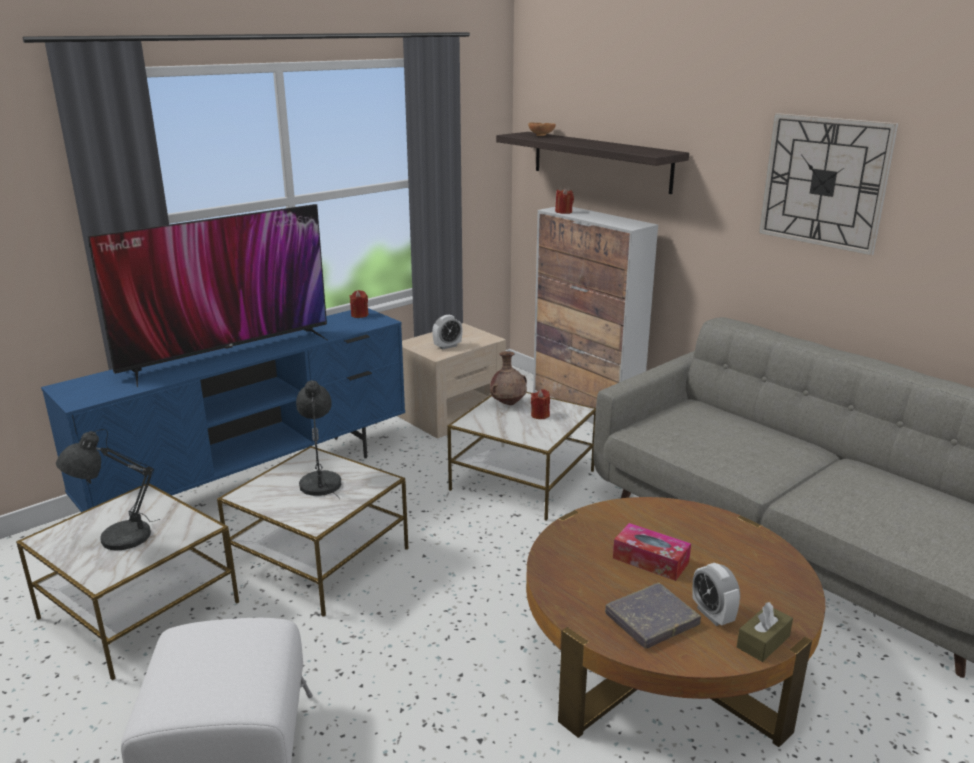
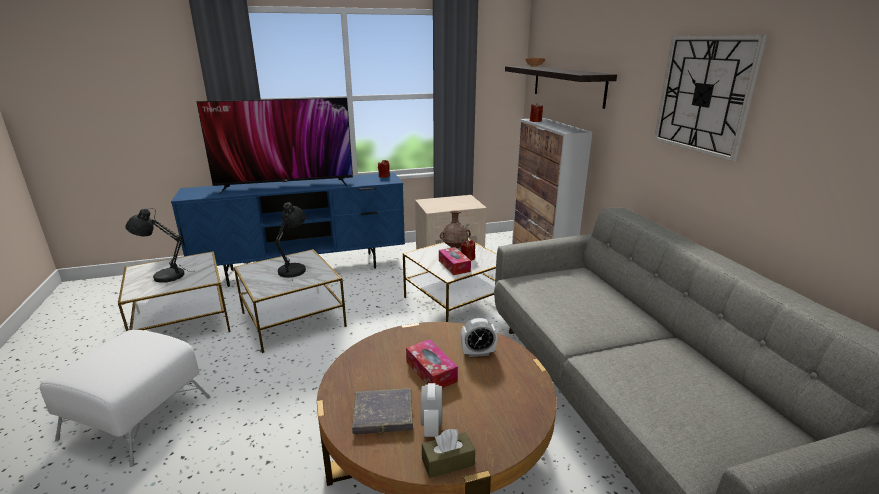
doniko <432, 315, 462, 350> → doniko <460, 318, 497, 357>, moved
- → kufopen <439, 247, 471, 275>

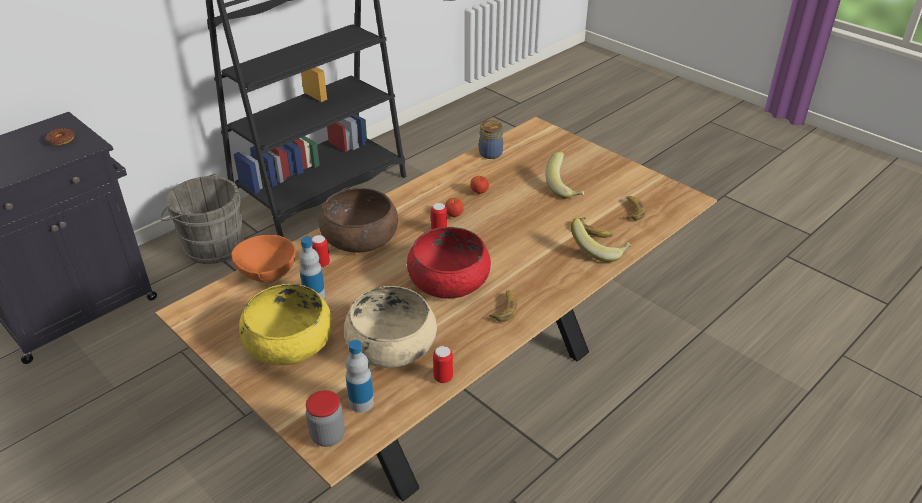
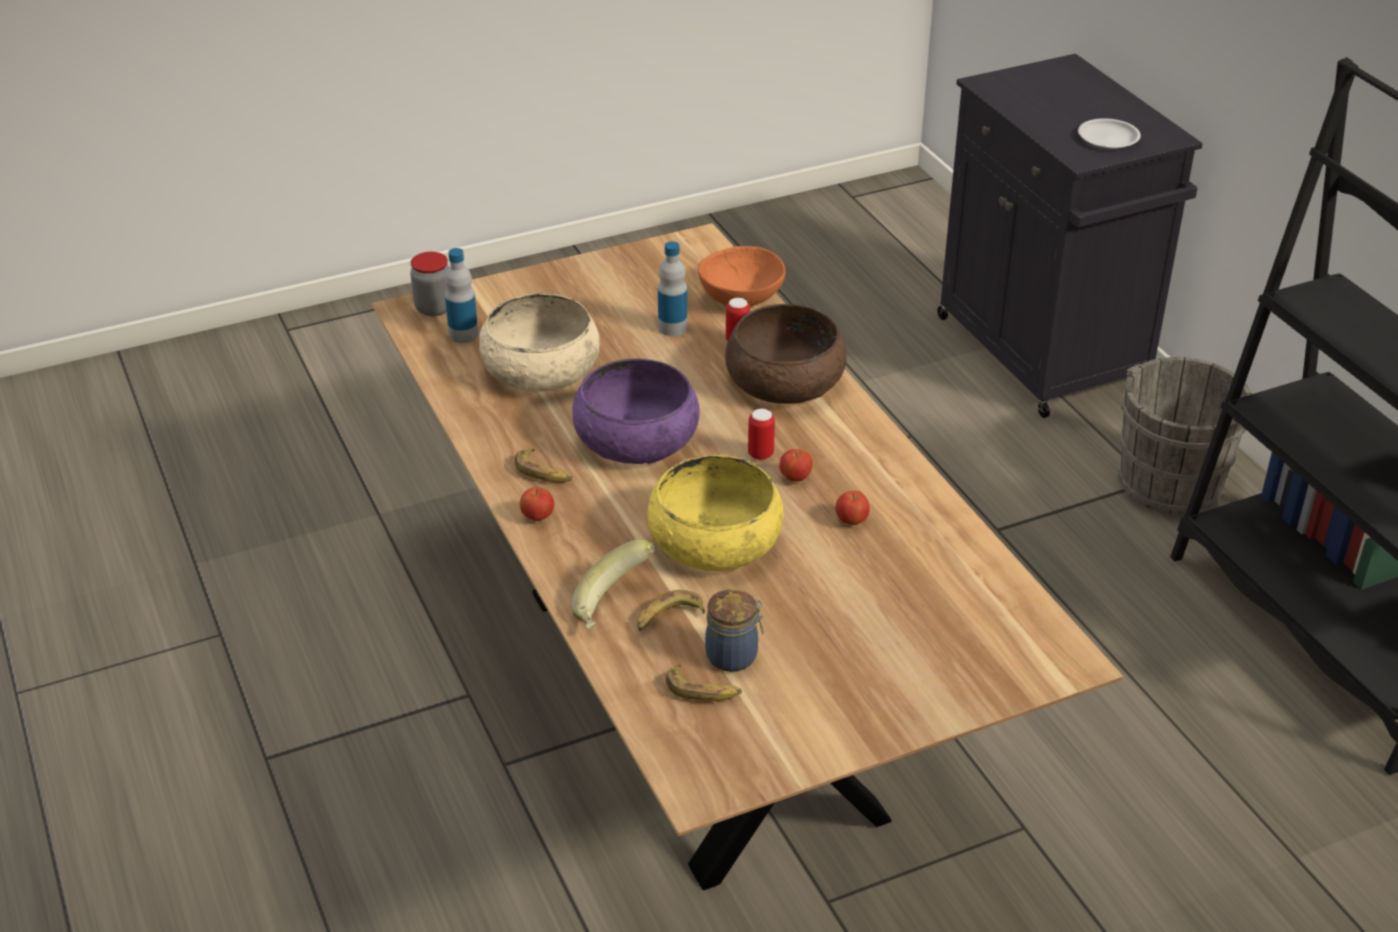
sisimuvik <45, 128, 74, 145> → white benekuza <1078, 118, 1141, 149>
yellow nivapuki <239, 284, 333, 365> → yellow nivapuki <647, 455, 784, 571>, moved
red nivapuki <407, 227, 491, 298> → purple nivapuki <572, 358, 700, 464>
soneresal <433, 346, 453, 383> → -
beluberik <479, 120, 503, 159> → beluberik <705, 589, 764, 672>, moved
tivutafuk <545, 151, 584, 199> → -
- → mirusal <520, 487, 554, 521>

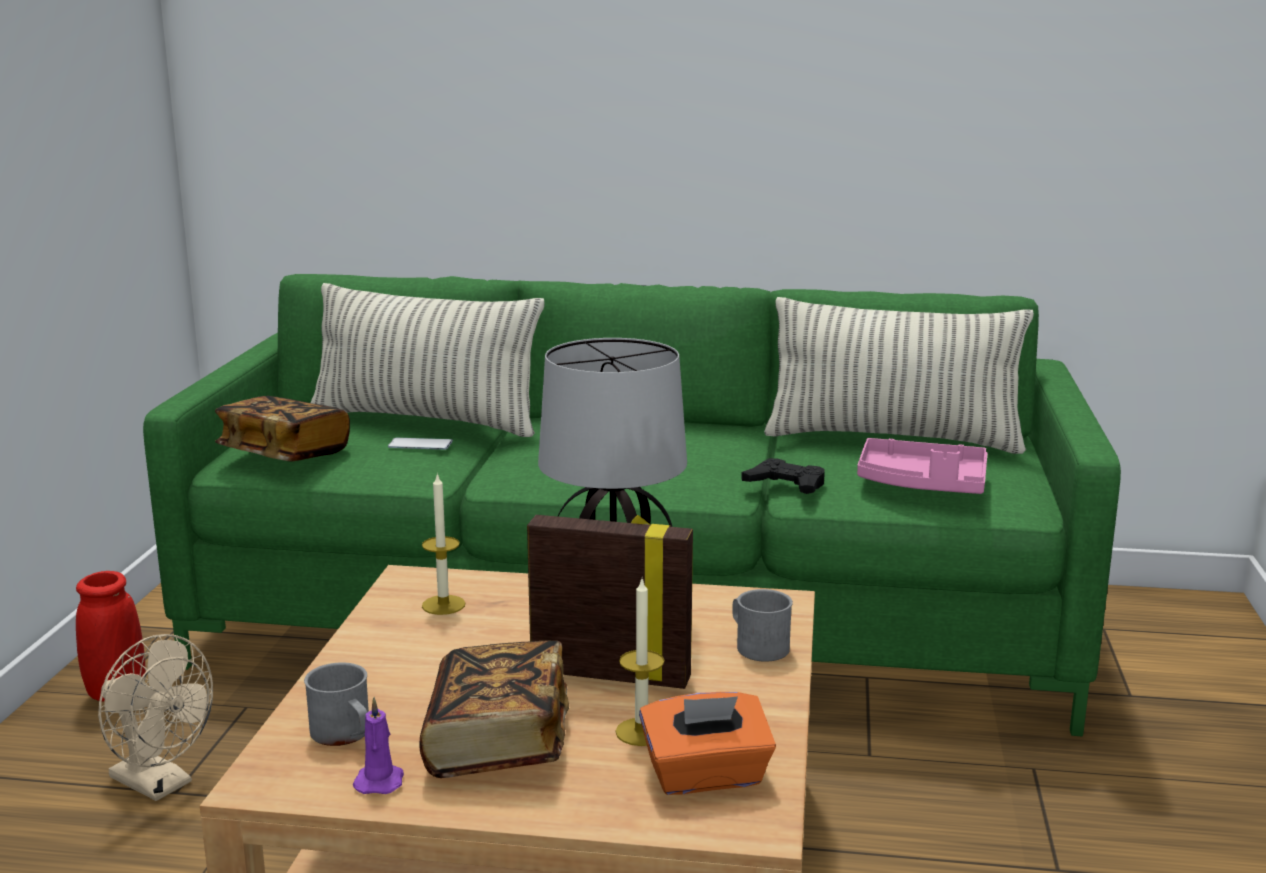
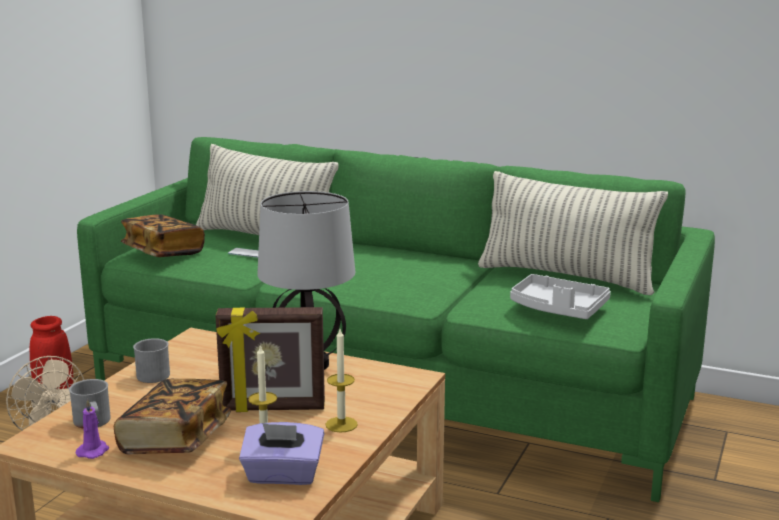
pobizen <422, 472, 465, 615> → pobizen <325, 329, 358, 433>, moved
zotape <527, 515, 693, 689> → zotape <215, 307, 325, 412>, 150 degrees clockwise
orange kufopen <639, 692, 776, 795> → purple kufopen <239, 422, 325, 485>
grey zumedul <732, 589, 793, 662> → grey zumedul <133, 338, 170, 383>, moved
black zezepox <741, 458, 825, 494> → -
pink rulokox <857, 438, 987, 494> → grey rulokox <510, 274, 611, 319>

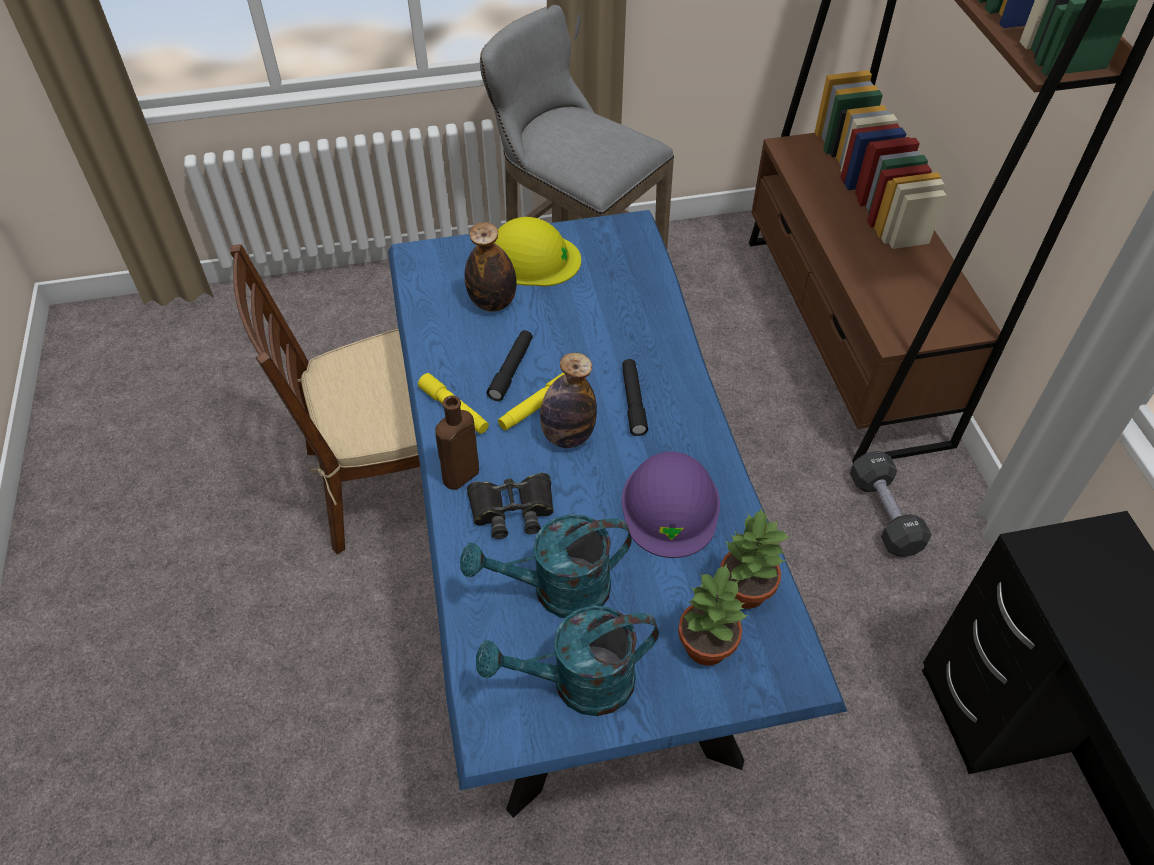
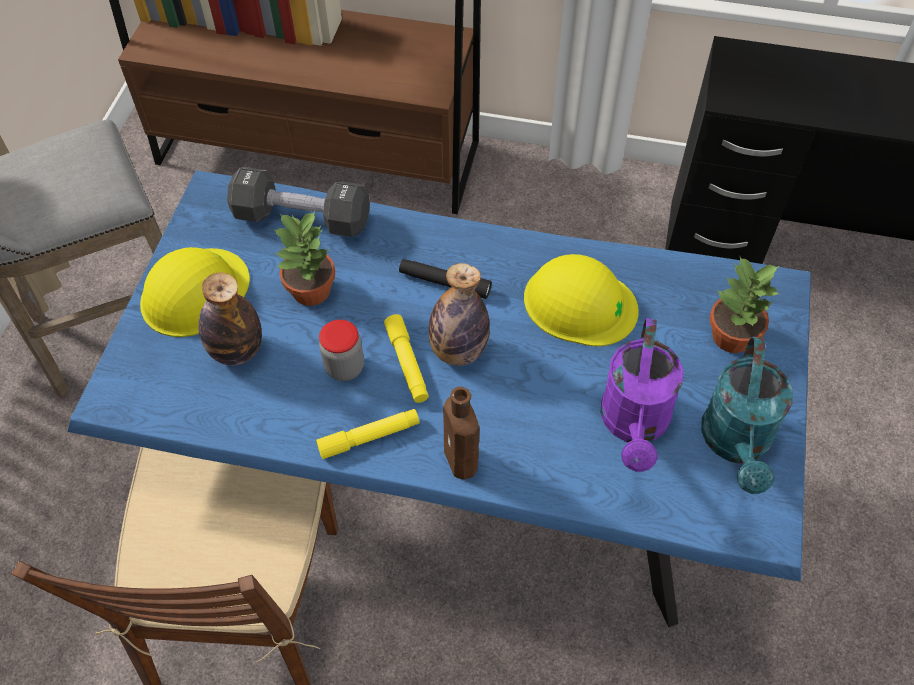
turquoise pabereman <460, 514, 632, 618> → purple pabereman <600, 318, 683, 472>
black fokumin <467, 473, 554, 539> → -
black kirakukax <487, 330, 533, 401> → beluberik <319, 320, 364, 381>
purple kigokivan <621, 452, 720, 558> → yellow kigokivan <524, 254, 639, 346>
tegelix <720, 507, 790, 609> → tegelix <273, 211, 335, 306>, moved
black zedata <850, 451, 932, 557> → black zedata <227, 167, 370, 237>, moved

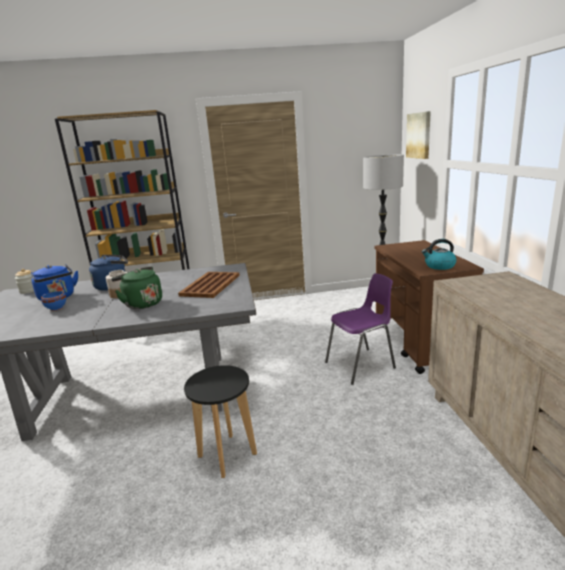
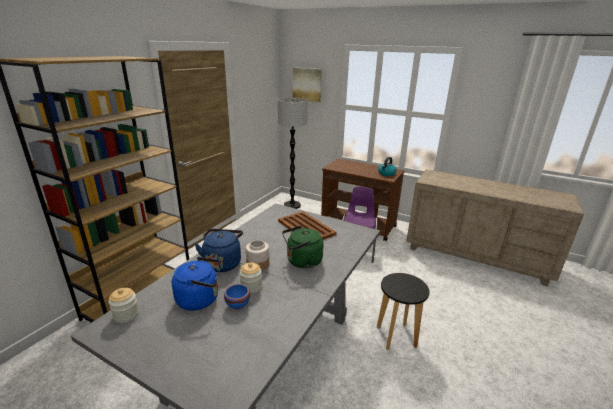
- → beluberik <240, 263, 262, 294>

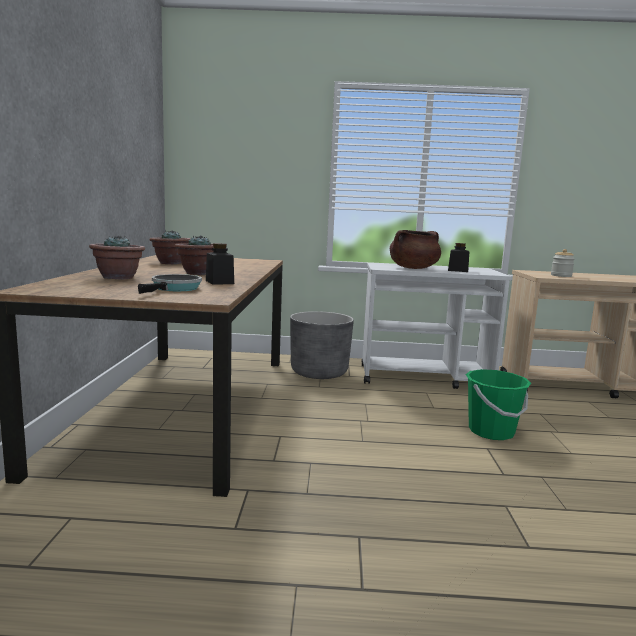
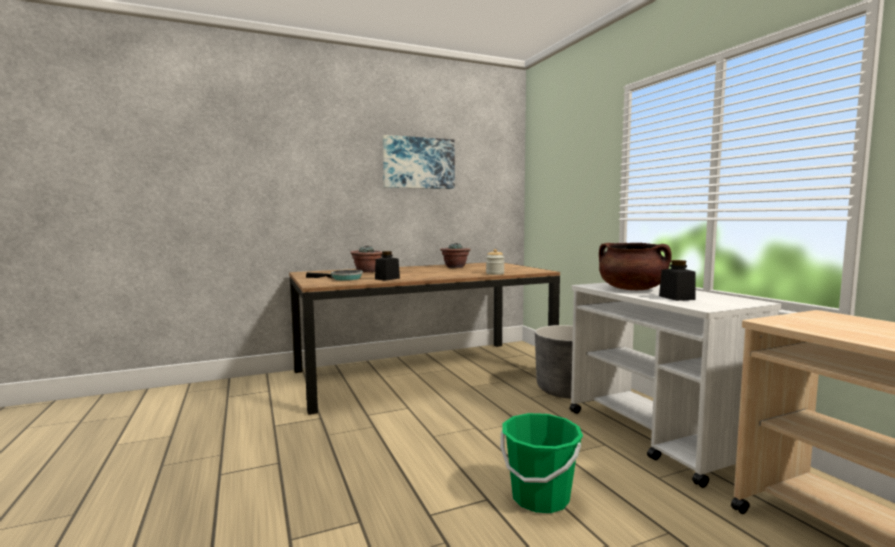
tegelix <175, 235, 214, 275> → -
beluberik <551, 249, 575, 277> → beluberik <486, 249, 505, 275>, moved
- → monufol <383, 135, 455, 189>

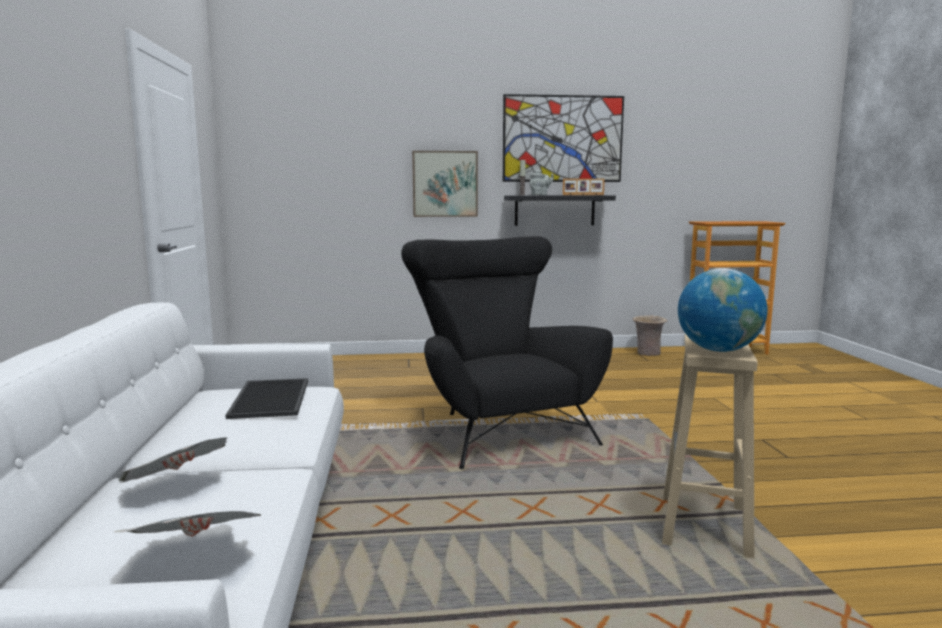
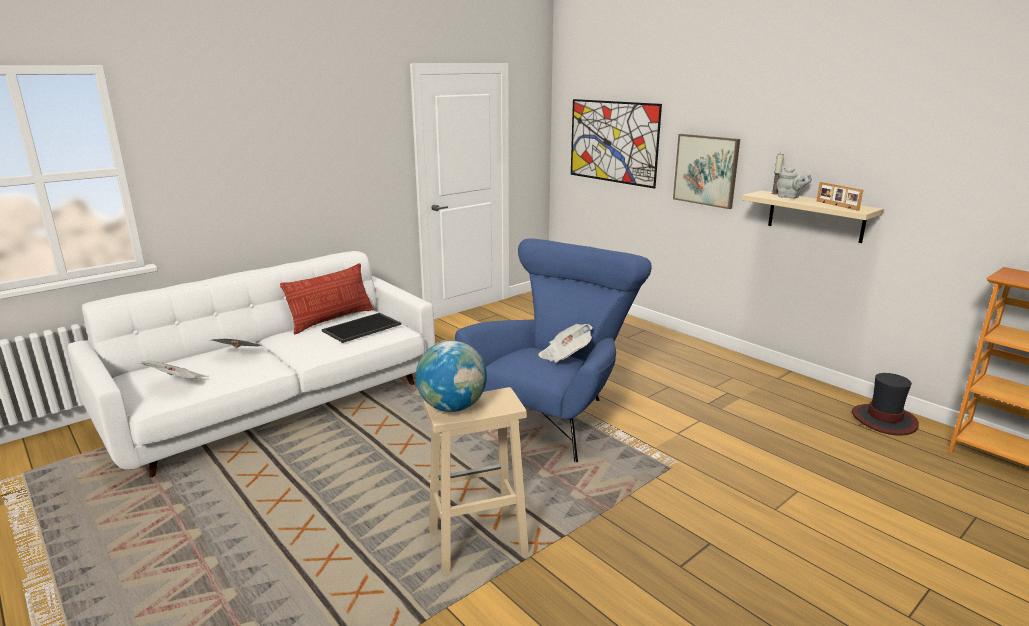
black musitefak <401, 236, 613, 469> → blue musitefak <455, 238, 652, 462>
monufol <503, 94, 624, 182> → monufol <571, 99, 662, 189>, moved
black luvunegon <504, 195, 616, 226> → beige luvunegon <742, 191, 884, 243>
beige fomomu <633, 315, 667, 356> → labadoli <852, 373, 919, 436>
- → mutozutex <280, 263, 374, 334>
- → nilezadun <539, 324, 593, 363>

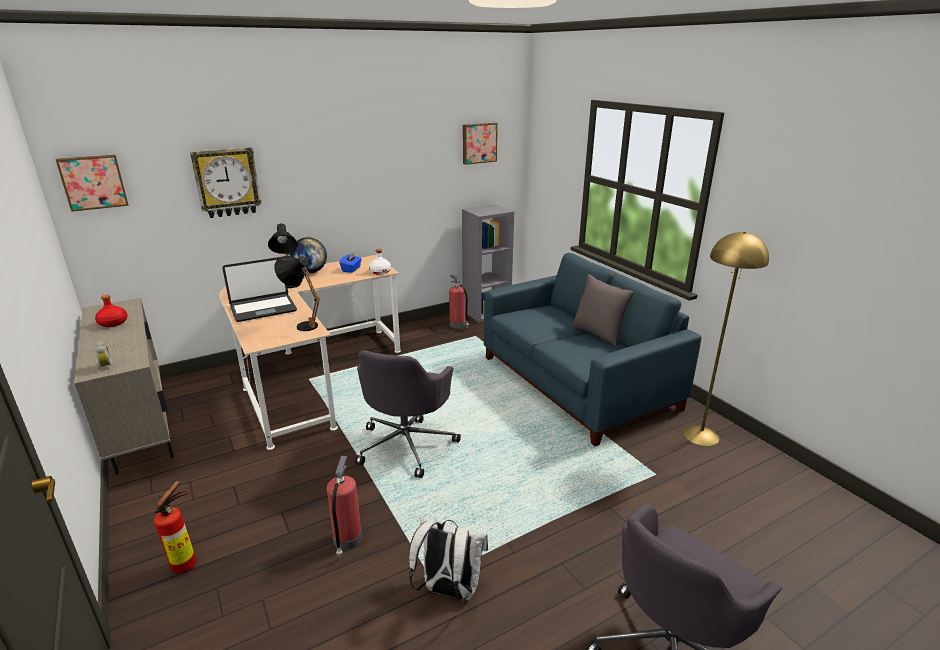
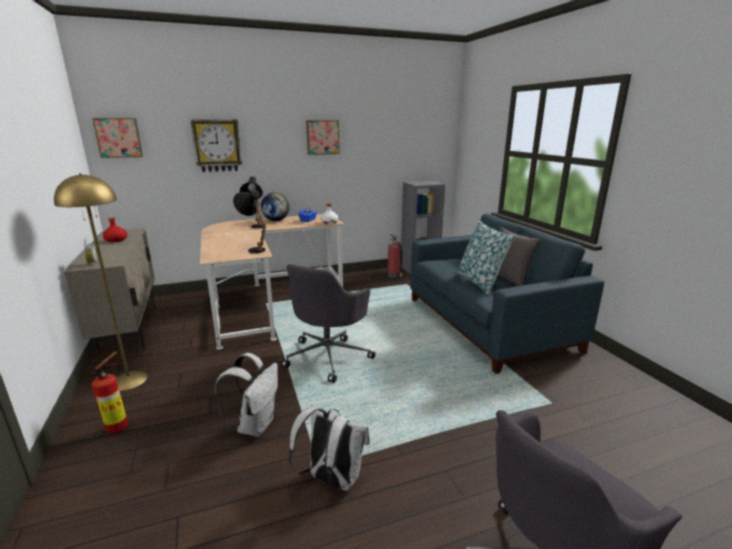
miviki <222, 257, 297, 322> → -
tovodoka <327, 456, 362, 558> → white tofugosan <214, 353, 278, 437>
monufol <463, 123, 498, 165> → monufol <306, 120, 340, 155>, moved
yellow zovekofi <683, 231, 769, 446> → yellow zovekofi <54, 173, 148, 391>, moved
- → mutozutex <456, 220, 516, 295>

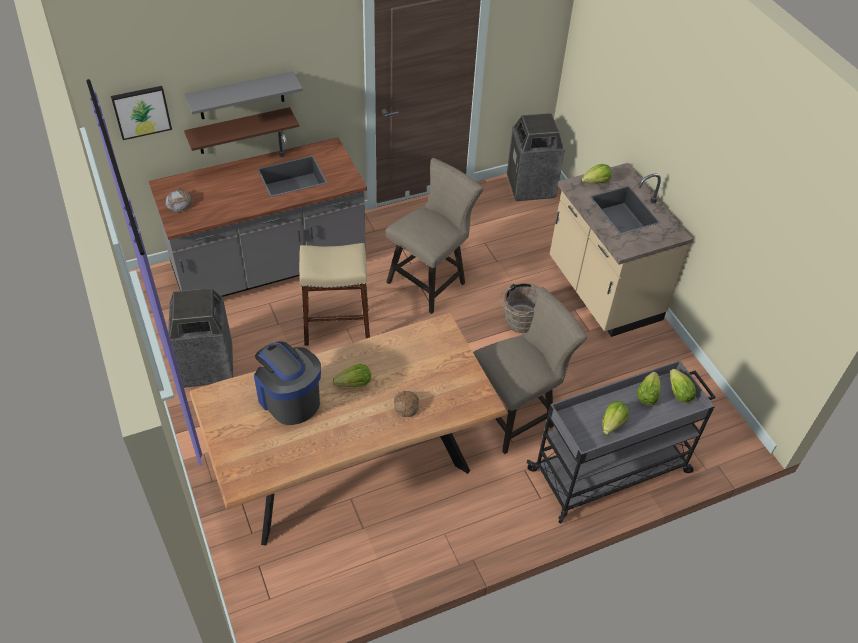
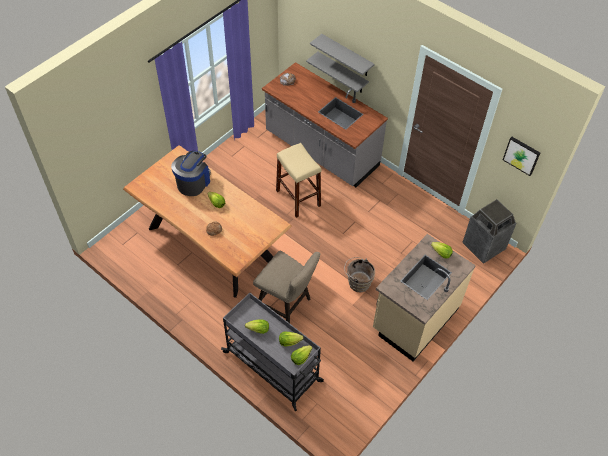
monufol <111, 86, 172, 140> → monufol <503, 137, 540, 176>, moved
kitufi <168, 288, 233, 388> → -
brown luvunegon <184, 107, 299, 154> → grey luvunegon <306, 52, 369, 92>
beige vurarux <385, 158, 483, 314> → -

